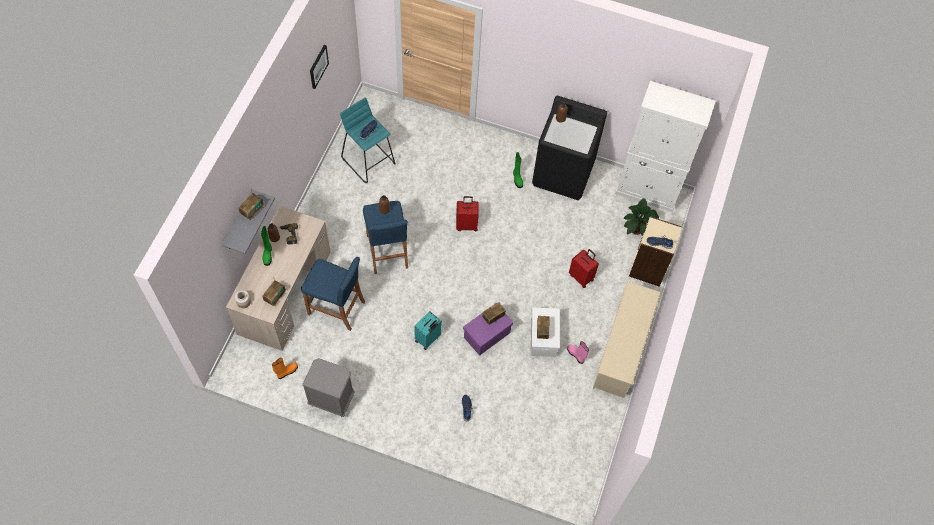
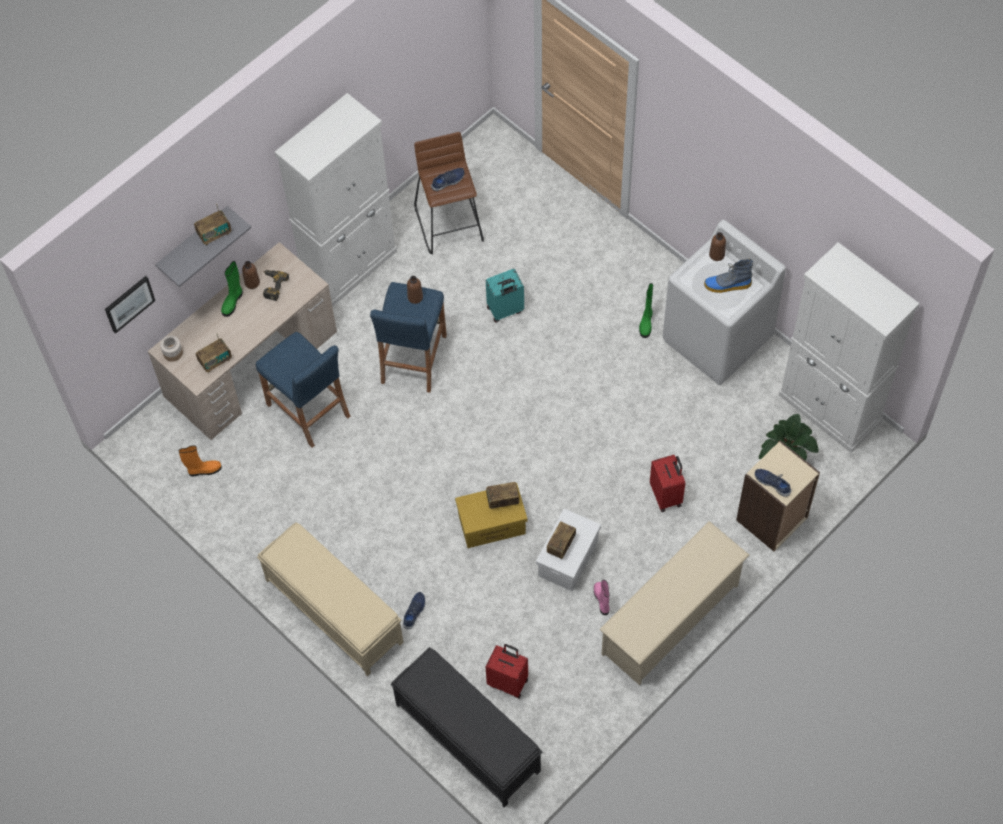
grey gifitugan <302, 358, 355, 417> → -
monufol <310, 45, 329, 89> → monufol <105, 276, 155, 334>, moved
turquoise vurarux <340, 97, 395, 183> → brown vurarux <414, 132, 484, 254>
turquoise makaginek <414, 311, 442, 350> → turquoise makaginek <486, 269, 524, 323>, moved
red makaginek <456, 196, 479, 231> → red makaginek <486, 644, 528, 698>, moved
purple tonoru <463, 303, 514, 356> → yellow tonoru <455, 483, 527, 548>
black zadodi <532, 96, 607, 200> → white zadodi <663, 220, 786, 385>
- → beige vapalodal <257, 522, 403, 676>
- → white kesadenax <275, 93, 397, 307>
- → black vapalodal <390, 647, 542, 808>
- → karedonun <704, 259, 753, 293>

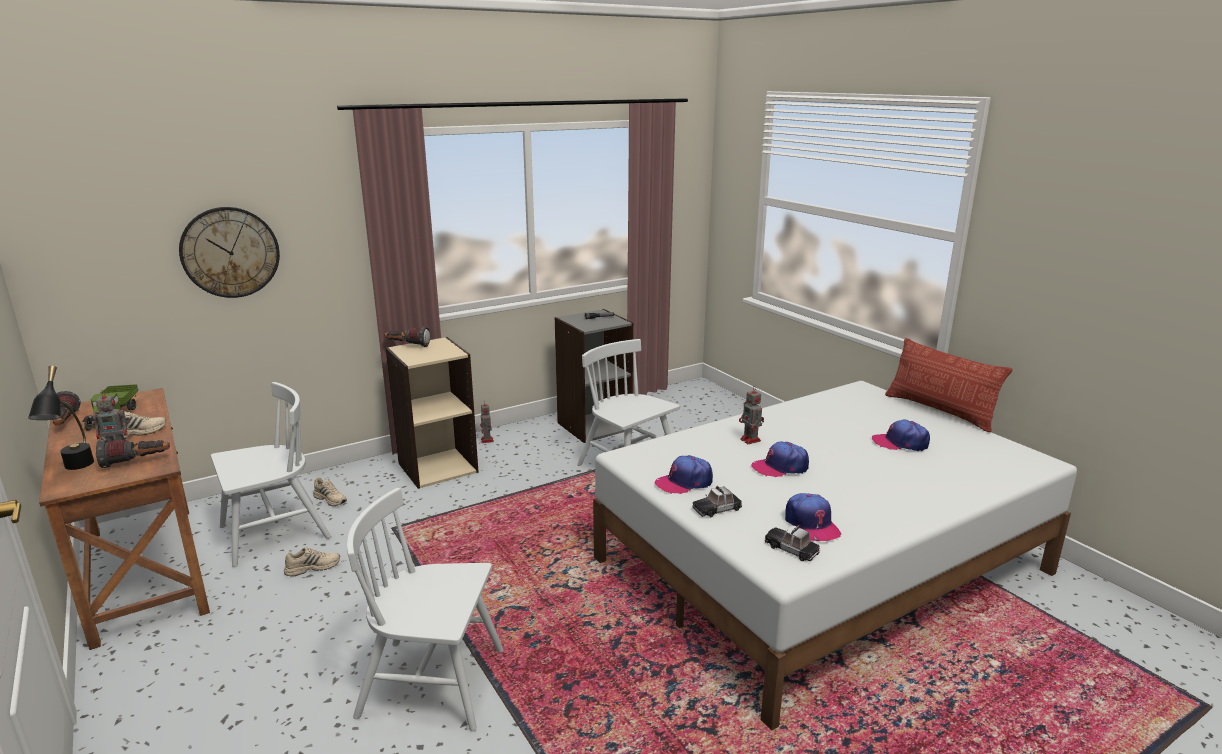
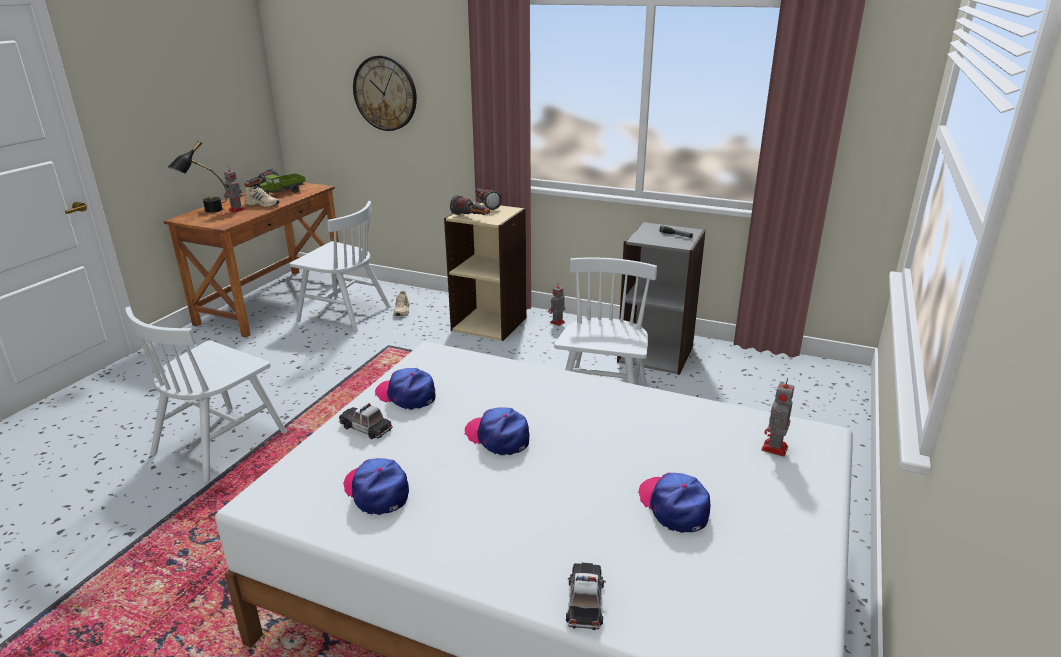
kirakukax <96, 440, 170, 468> → kirakukax <450, 195, 490, 215>, moved
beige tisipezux <284, 547, 340, 577> → -
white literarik <347, 488, 503, 731> → white literarik <125, 306, 287, 482>, 120 degrees counterclockwise
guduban <739, 387, 764, 444> → guduban <761, 378, 794, 457>, moved
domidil <765, 525, 820, 561> → domidil <566, 563, 606, 630>, moved
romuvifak <785, 493, 841, 541> → romuvifak <343, 458, 409, 515>, 105 degrees clockwise
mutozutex <885, 338, 1012, 432> → -

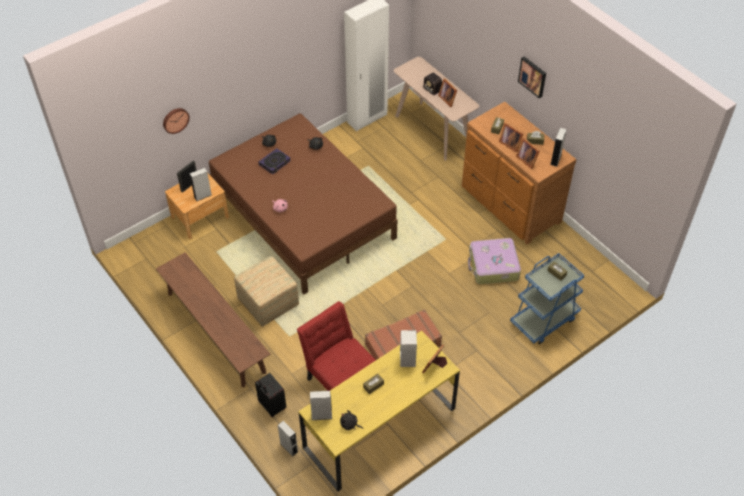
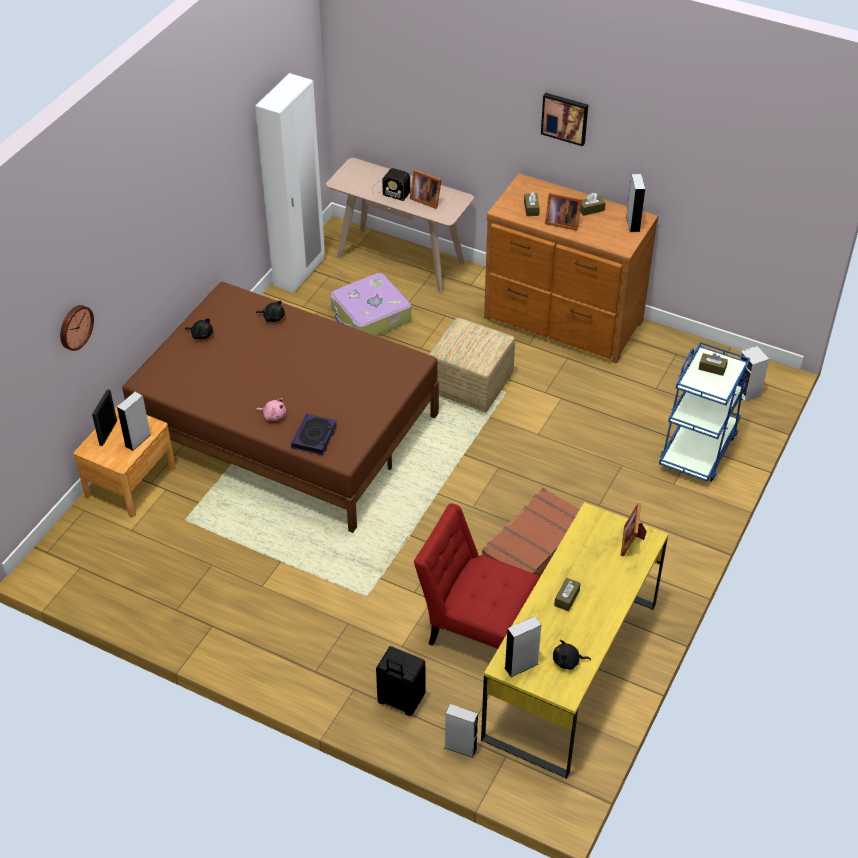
brown vapalodal <156, 252, 270, 388> → -
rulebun <234, 256, 299, 327> → rulebun <429, 318, 515, 412>, moved
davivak <259, 148, 291, 174> → davivak <291, 414, 337, 455>, moved
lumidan <400, 330, 417, 367> → lumidan <738, 346, 769, 402>, moved
makaginek <468, 238, 521, 284> → makaginek <330, 273, 411, 336>, moved
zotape <516, 138, 539, 169> → -

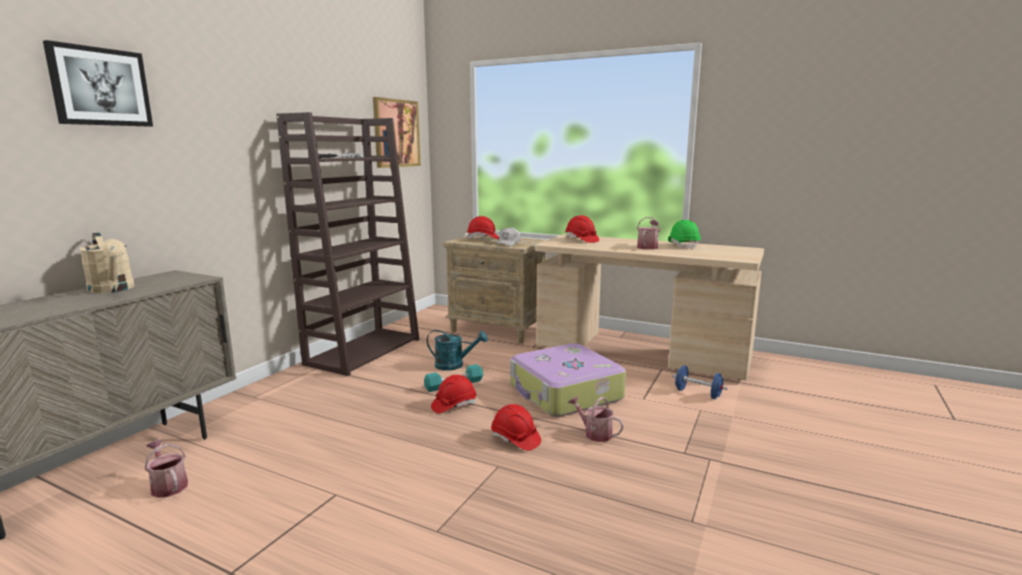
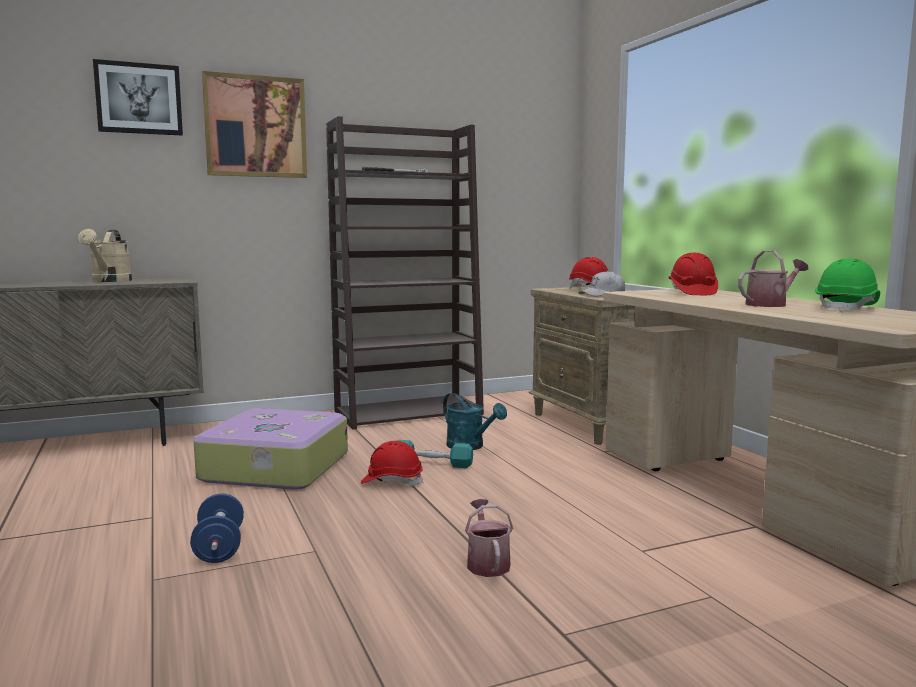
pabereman <144, 440, 188, 498> → -
monufol <373, 97, 421, 168> → monufol <202, 71, 307, 178>, moved
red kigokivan <491, 404, 541, 451> → -
makaginek <510, 343, 626, 417> → makaginek <193, 408, 348, 490>, moved
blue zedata <672, 365, 728, 399> → blue zedata <190, 494, 244, 563>, moved

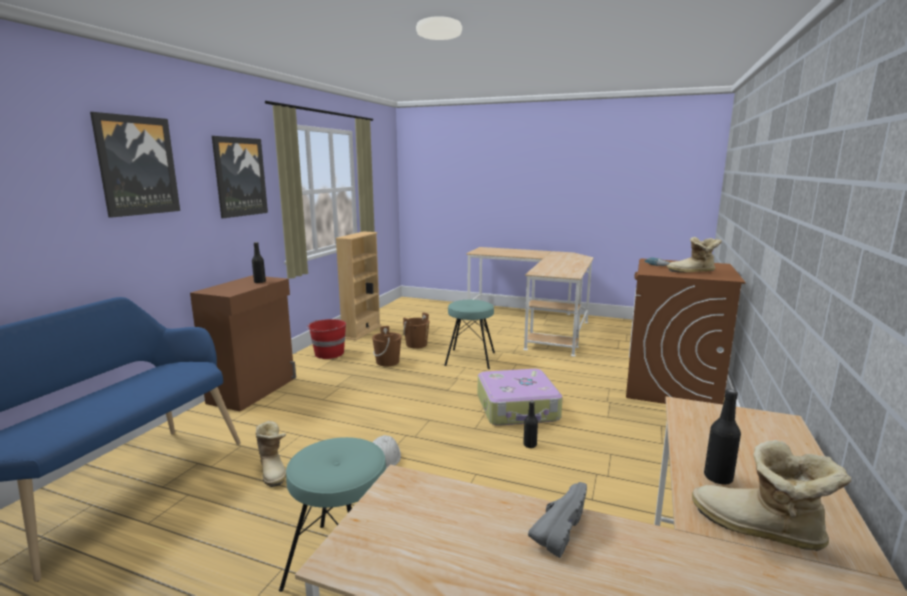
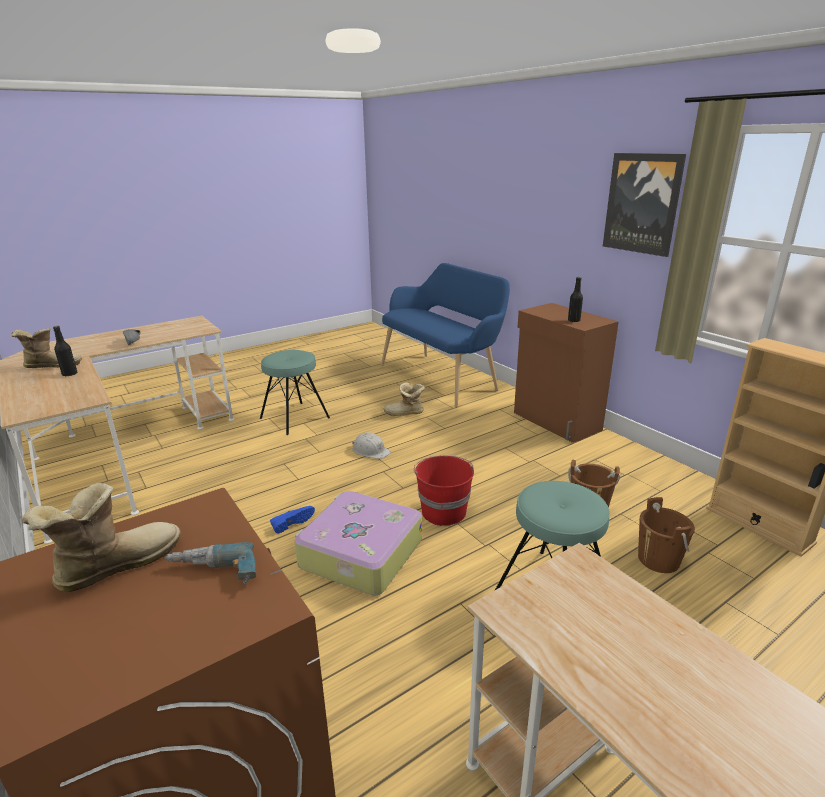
monufol <90, 112, 180, 218> → -
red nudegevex <307, 319, 346, 359> → red nudegevex <414, 455, 474, 526>, moved
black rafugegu <523, 401, 538, 448> → blue tisipezux <270, 506, 315, 534>

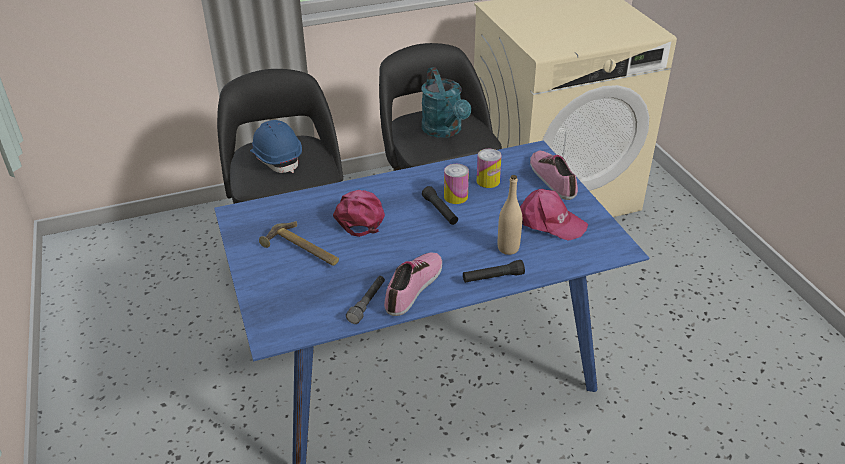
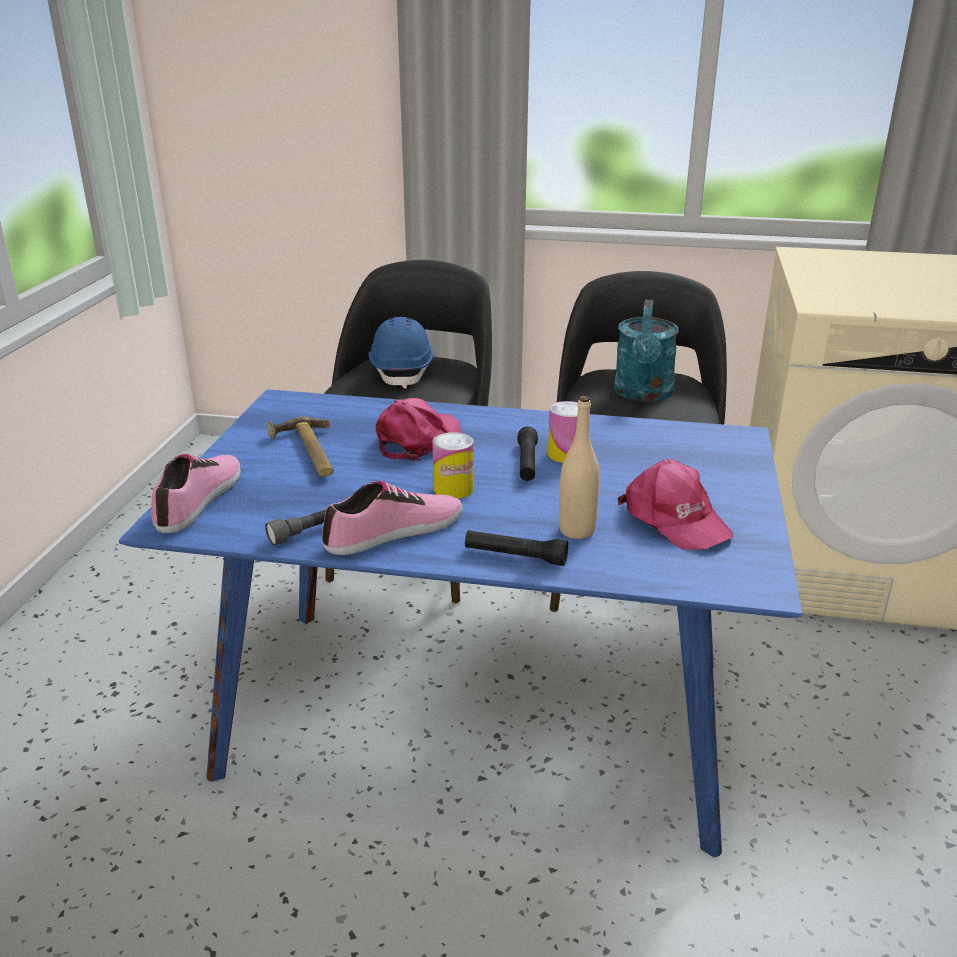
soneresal <477, 149, 502, 188> → soneresal <432, 432, 474, 499>, moved
tisipezux <530, 151, 578, 200> → tisipezux <151, 454, 241, 533>, moved

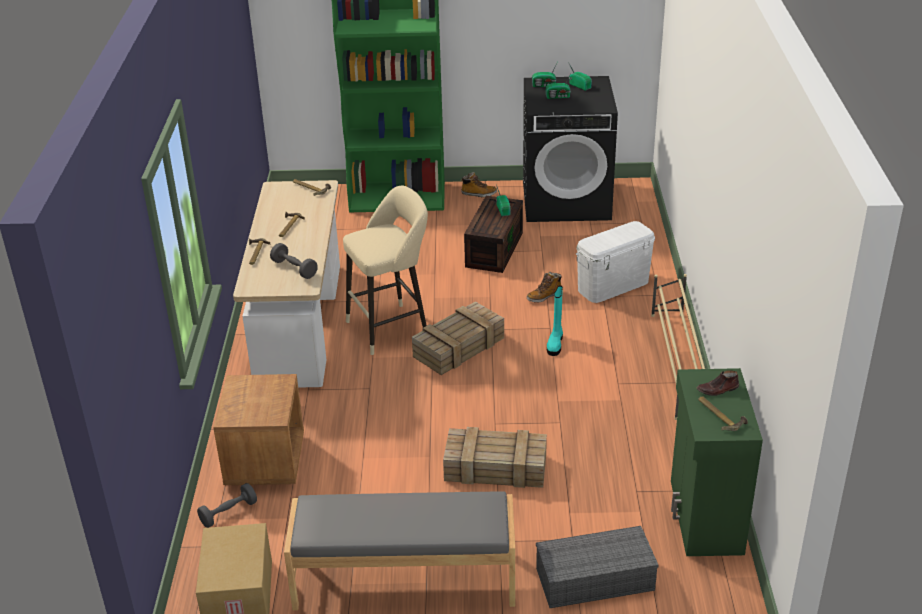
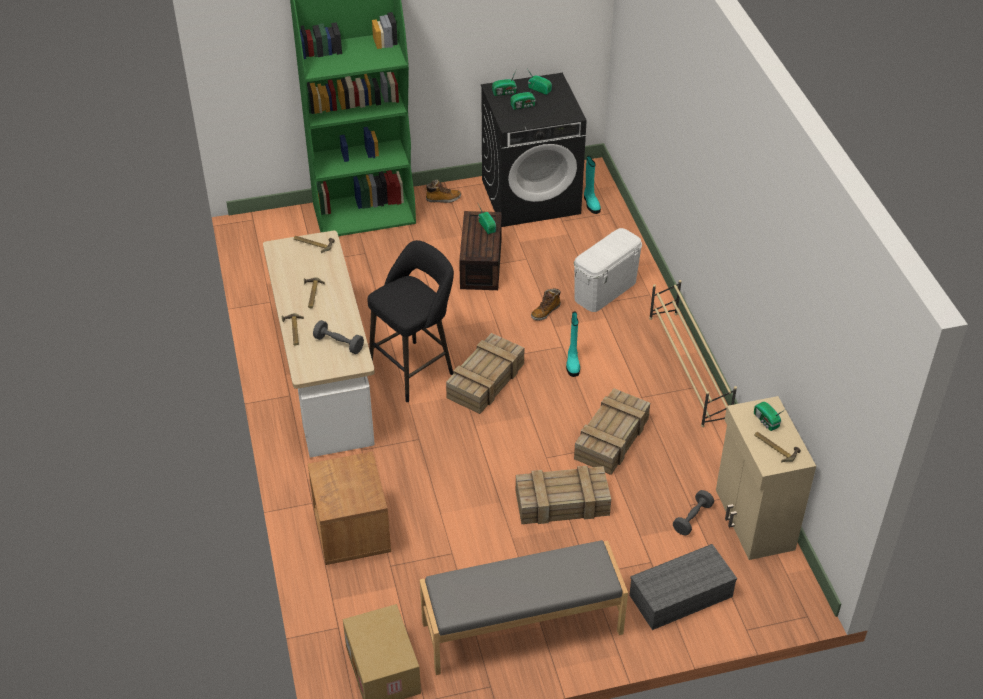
grey zedata <197, 483, 257, 528> → grey zedata <673, 490, 714, 535>, moved
beige vurarux <343, 186, 428, 355> → black vurarux <367, 240, 454, 402>
green kesadenax <671, 368, 763, 556> → beige kesadenax <716, 396, 816, 560>
brown tisipezux <696, 371, 739, 396> → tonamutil <754, 402, 786, 431>
- → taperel <574, 388, 650, 475>
- → turquoise karedonun <584, 156, 601, 214>

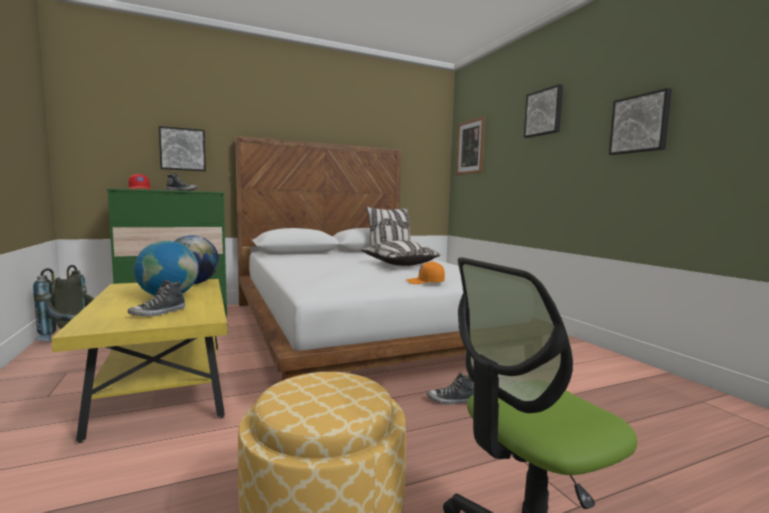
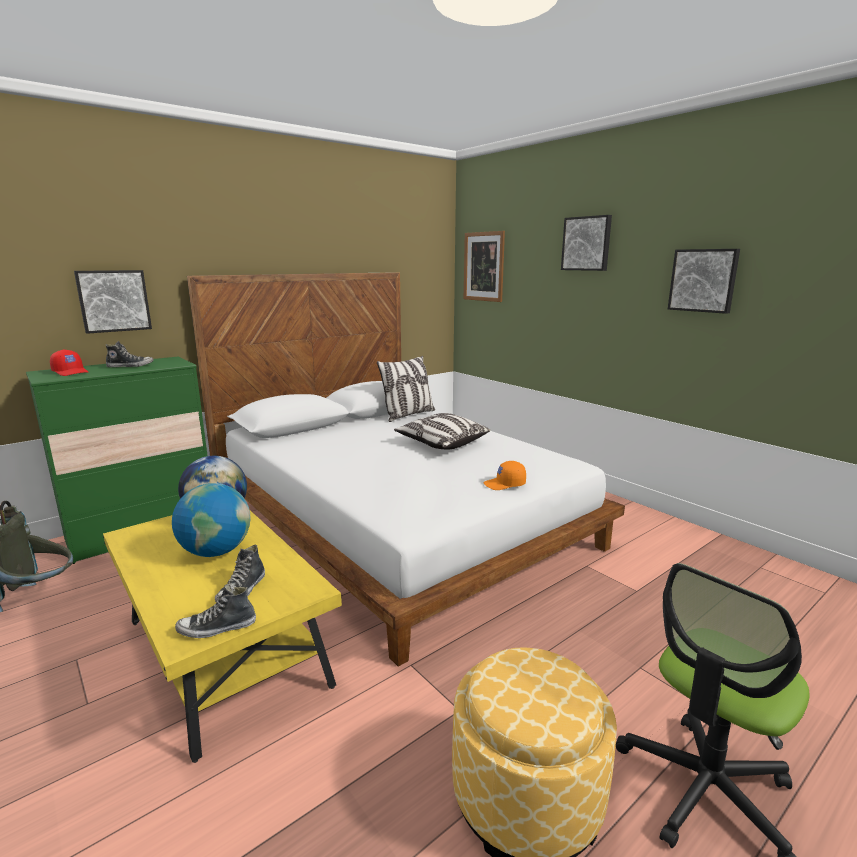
tisipezux <427, 372, 474, 405> → tisipezux <175, 584, 256, 638>, moved

